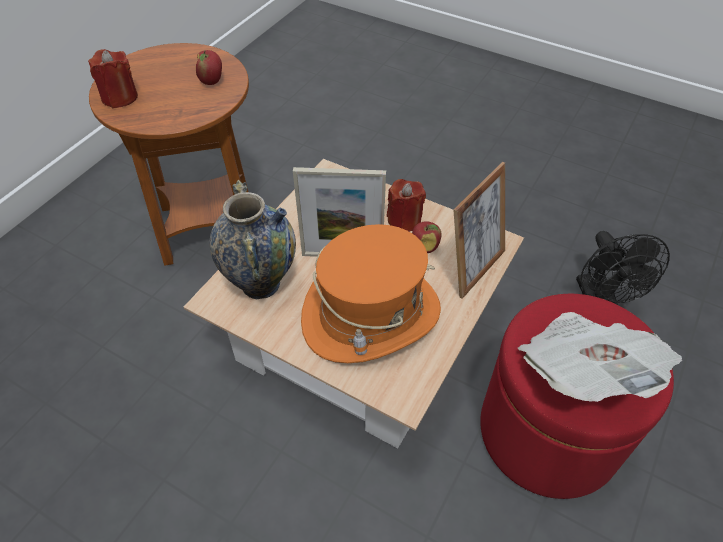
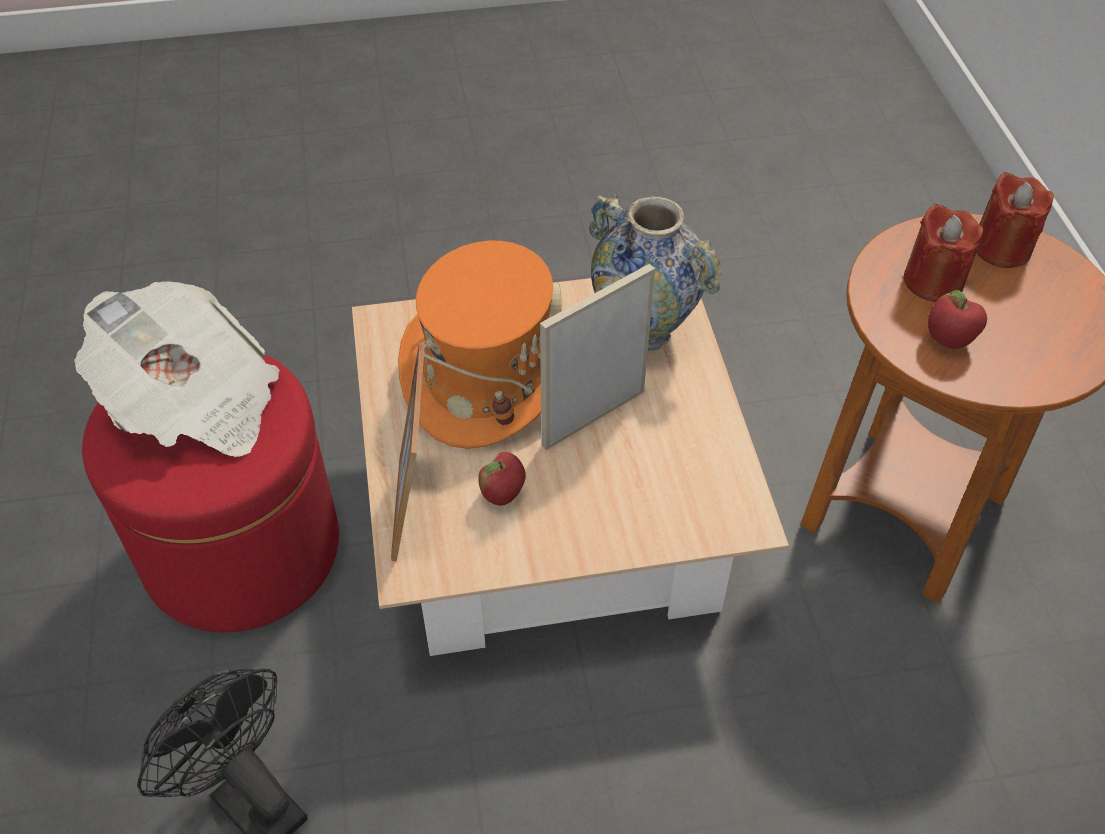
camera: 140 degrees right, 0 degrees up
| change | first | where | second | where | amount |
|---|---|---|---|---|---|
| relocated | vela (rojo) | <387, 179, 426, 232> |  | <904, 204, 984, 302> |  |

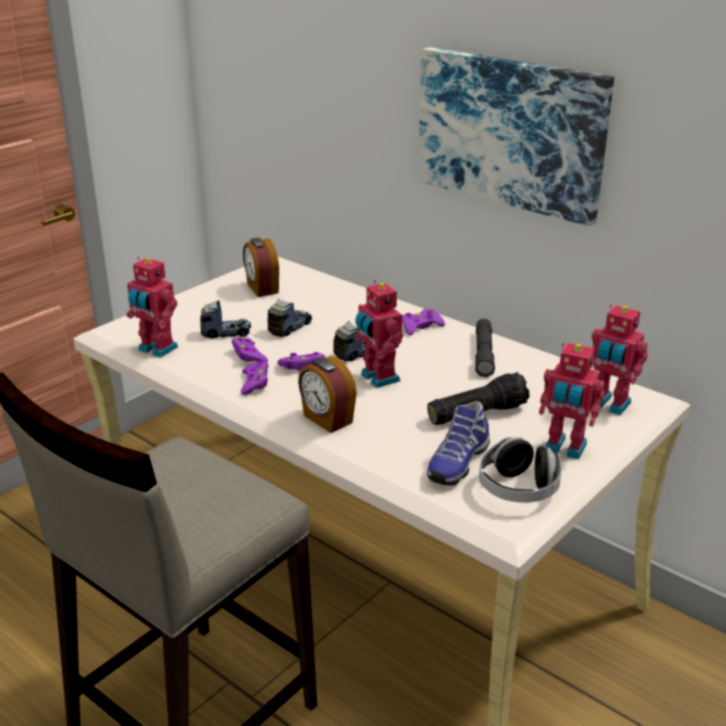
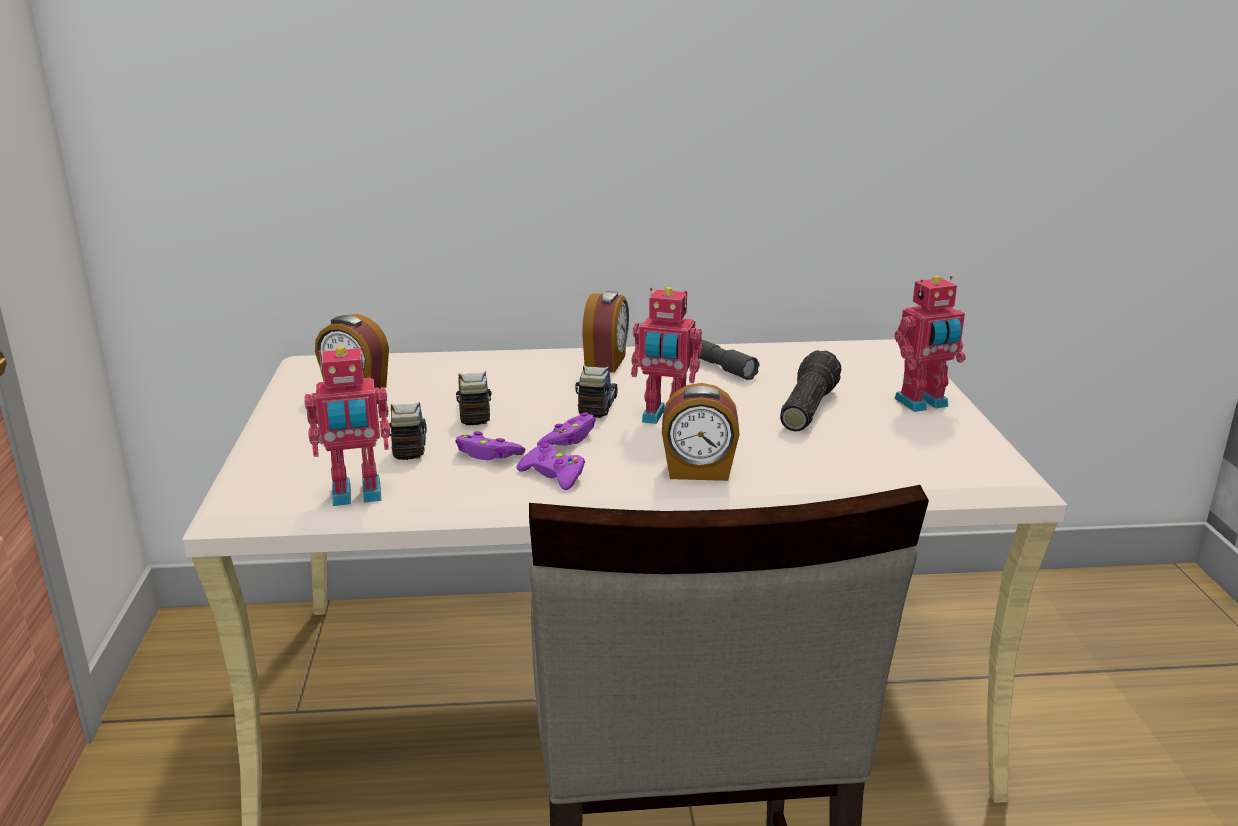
camera: 45 degrees left, 5 degrees down
| change | first | where | second | where | amount |
|---|---|---|---|---|---|
| spun | camión de juguete | <200, 300, 251, 338> |  | <389, 402, 427, 460> | 45 degrees counterclockwise |
| exchanged | mando de consola (morado) | <402, 308, 445, 335> | despertador | <582, 291, 629, 373> |  |
| missing | cuadro | <418, 47, 614, 226> |  |  |  |
| missing | zapato | <427, 402, 490, 486> |  |  |  |
| missing | auriculares | <479, 437, 562, 503> |  |  |  |
| missing | robot de juguete | <592, 304, 648, 415> |  |  |  |

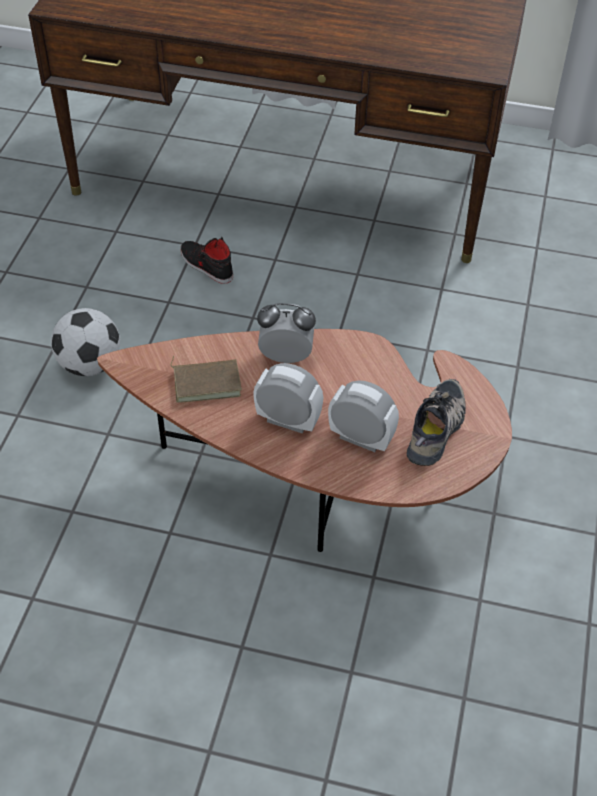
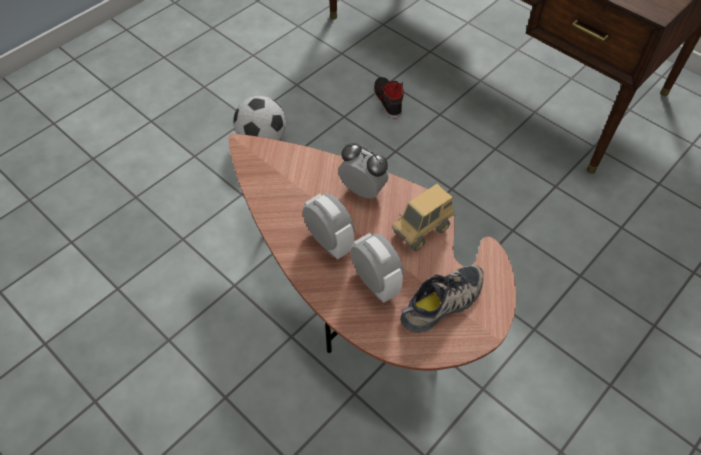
camera: 30 degrees right, 5 degrees up
| change | first | where | second | where | amount |
|---|---|---|---|---|---|
| missing | libro (marrón) | <171, 356, 242, 403> |  |  |  |
| appeared |  |  | camión de juguete | <392, 184, 455, 251> |  |

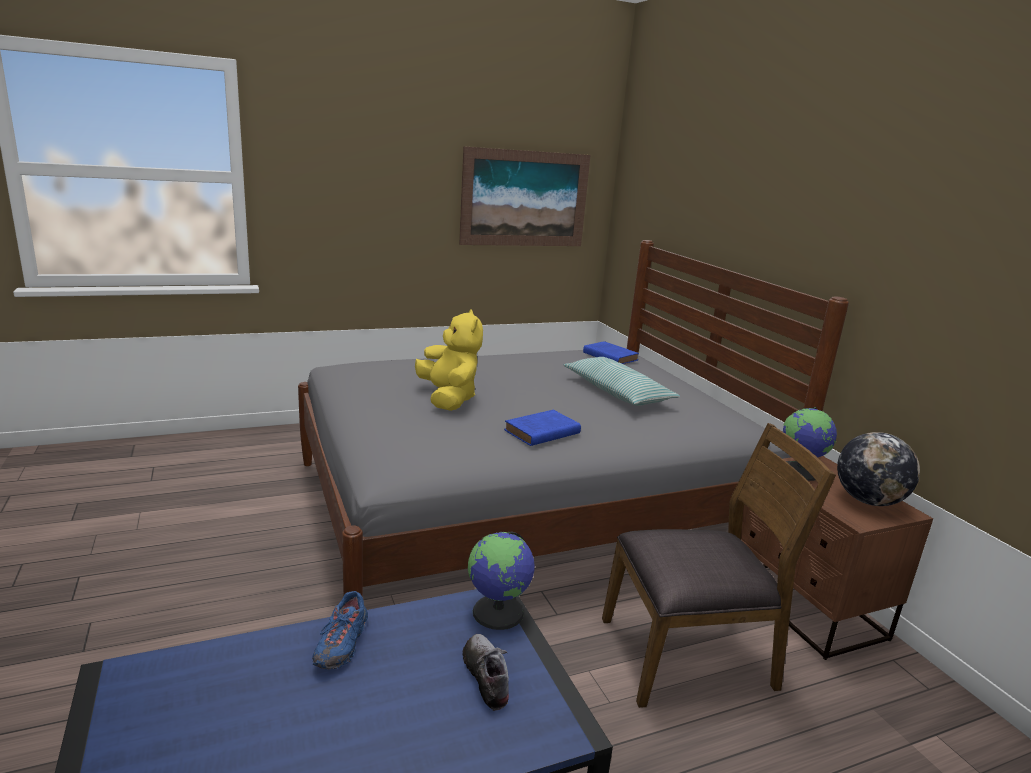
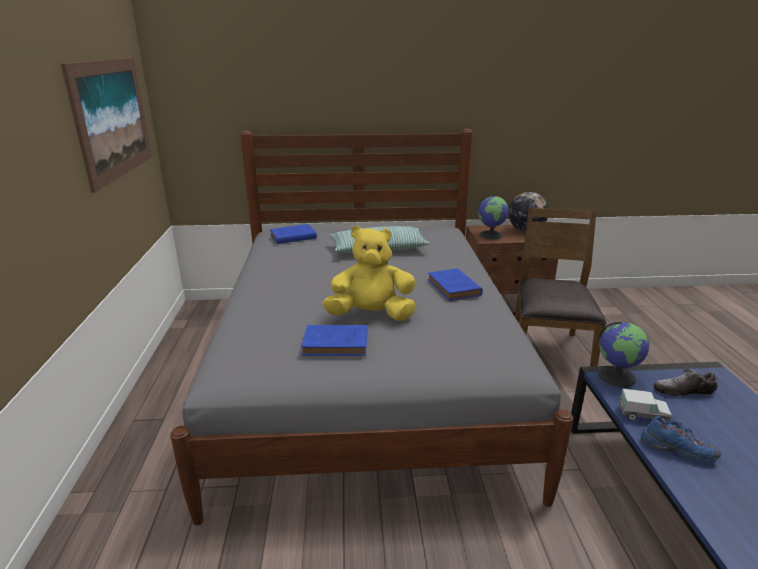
camera: 70 degrees left, 5 degrees up
| change | first | where | second | where | amount |
|---|---|---|---|---|---|
| appeared |  |  | libro (azul) | <301, 325, 367, 356> |  |
| appeared |  |  | camión de juguete | <619, 388, 672, 421> |  |

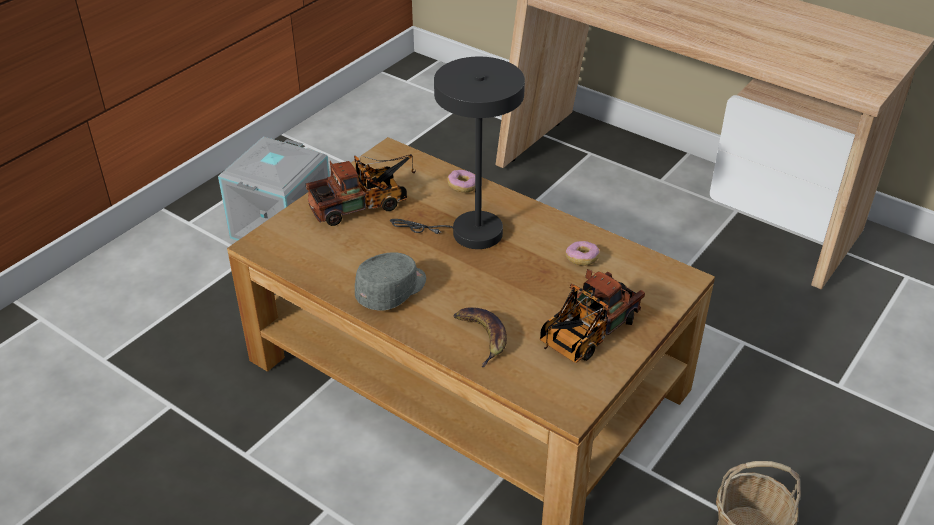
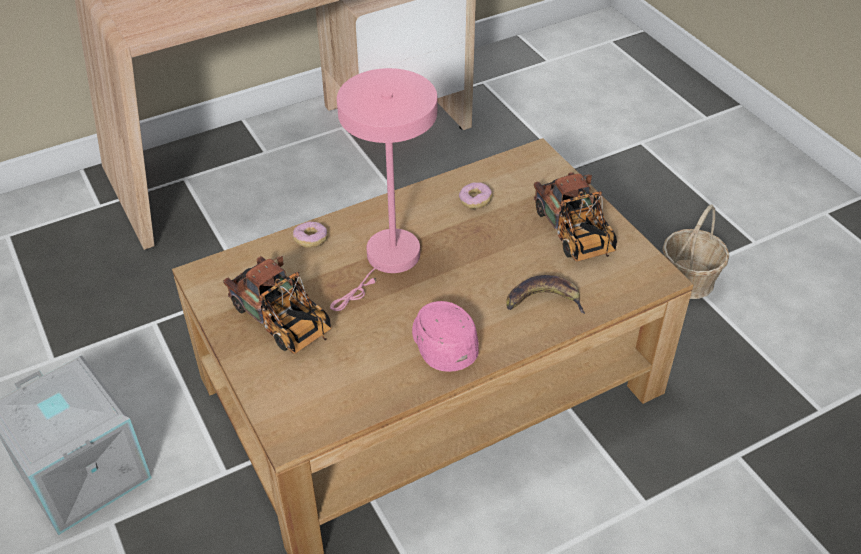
camera: 65 degrees left, 5 degrees up
| change | first | where | second | where | amount |
|---|---|---|---|---|---|
| spun | camión de juguete | <306, 154, 416, 226> |  | <224, 256, 332, 354> | 135 degrees clockwise |
| colour | gorra (gris) | <355, 252, 426, 311> | gorra (rosa) | <412, 301, 479, 372> |  |
| colour | lámpara de mesa (gris) | <390, 57, 525, 249> | lámpara de mesa (rosa) | <330, 68, 437, 311> |  |

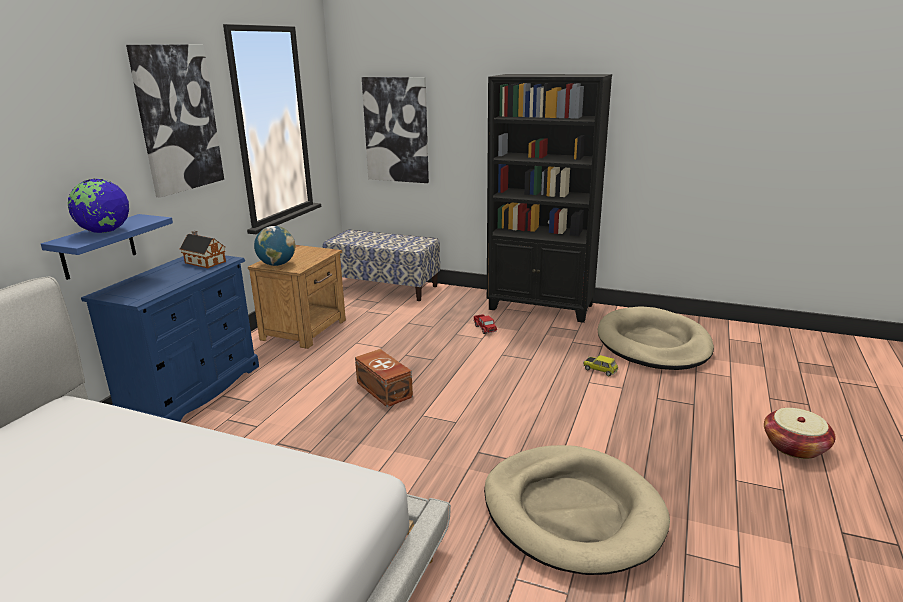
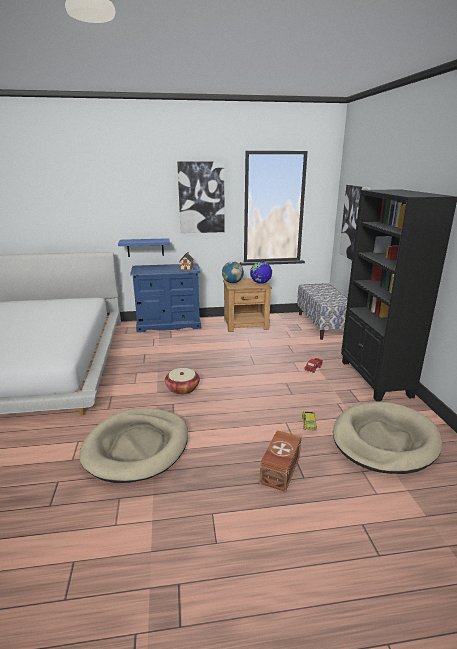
camera: 60 degrees right, 0 degrees up
| change | first | where | second | where | amount |
|---|---|---|---|---|---|
| relocated | globo terráqueo | <68, 179, 129, 233> |  | <250, 262, 272, 284> |  |
| relocated | caja de almacenaje (marrón) | <355, 349, 413, 407> |  | <259, 430, 301, 492> |  |
| relocated | cesta | <764, 408, 835, 459> |  | <165, 368, 200, 395> |  |

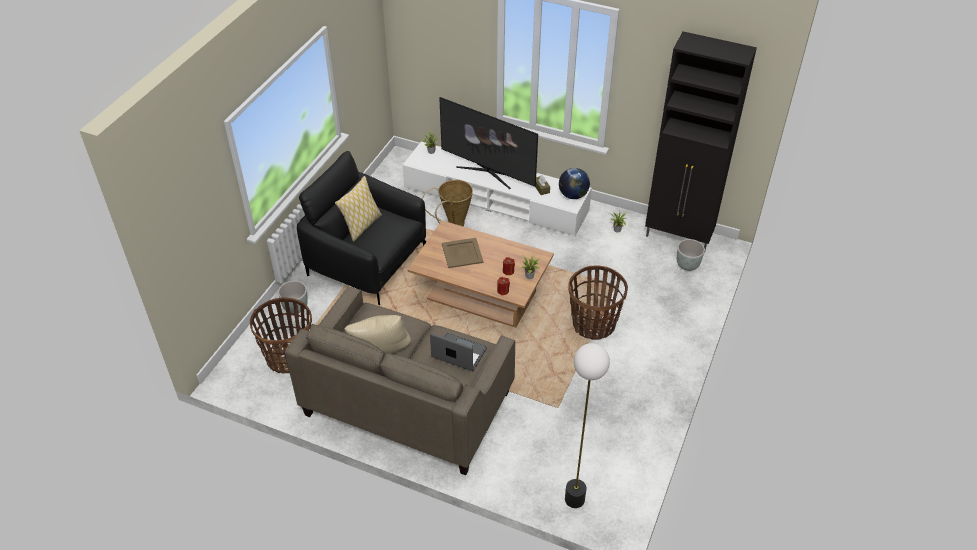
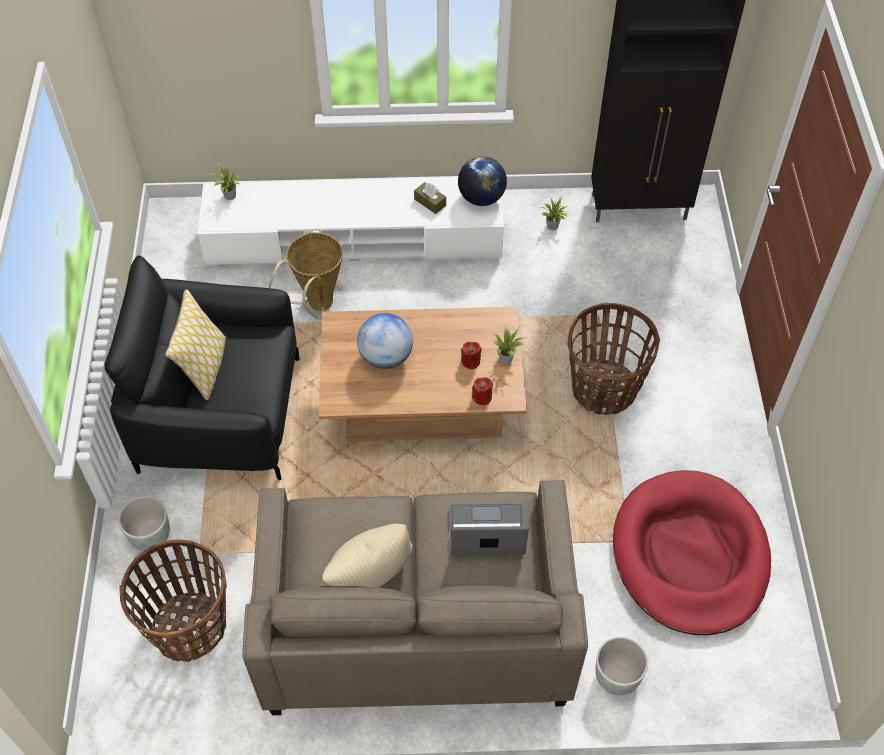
camera: 25 degrees left, 10 degrees up
| change | first | where | second | where | amount |
|---|---|---|---|---|---|
| missing | televisor | <439, 97, 538, 189> |  |  |  |
| exchanged | bandeja (beis) | <442, 238, 484, 268> | globo terráqueo | <357, 313, 413, 369> |  |
| missing | lámpara de pie | <565, 343, 610, 508> |  |  |  |
| relocated | maceta (gris) | <677, 239, 705, 271> |  | <595, 637, 648, 695> |  |
| appeared |  |  | cama para perro (rojo) | <613, 470, 771, 635> |  |

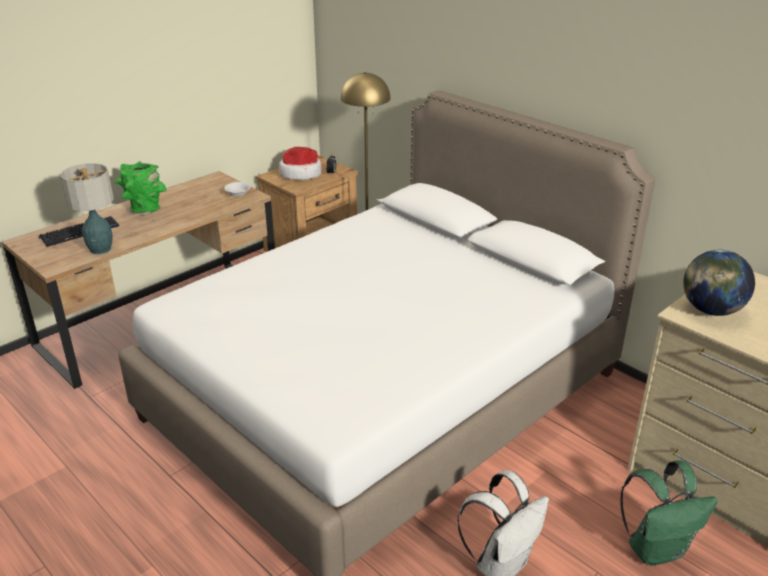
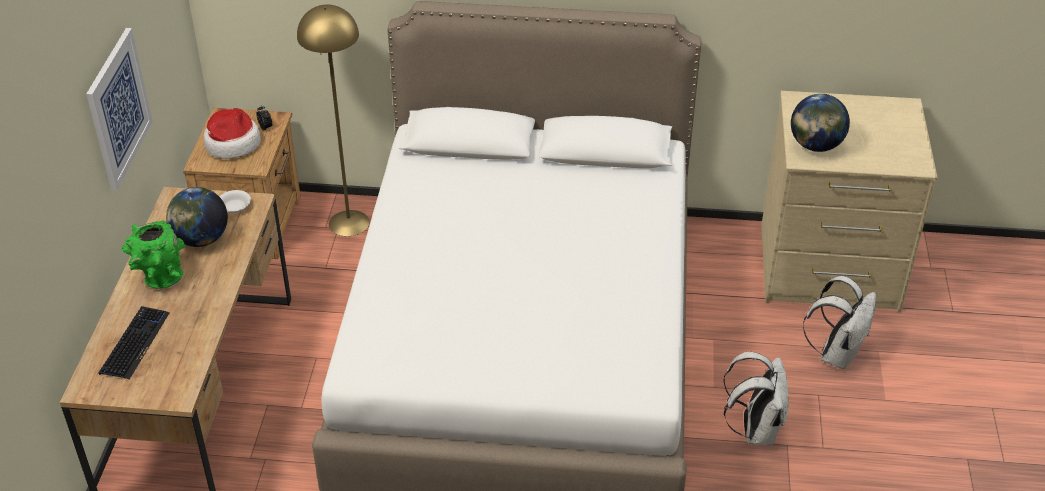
camera: 40 degrees left, 10 degrees up
| change | first | where | second | where | amount |
|---|---|---|---|---|---|
| missing | lámpara de mesa | <60, 163, 114, 254> |  |  |  |
| colour | mochila (verde) | <621, 460, 718, 566> | mochila (blanco) | <803, 276, 876, 369> |  |
| appeared |  |  | cuadro | <86, 28, 153, 191> |  |
| appeared |  |  | globo terráqueo | <166, 187, 228, 247> |  |

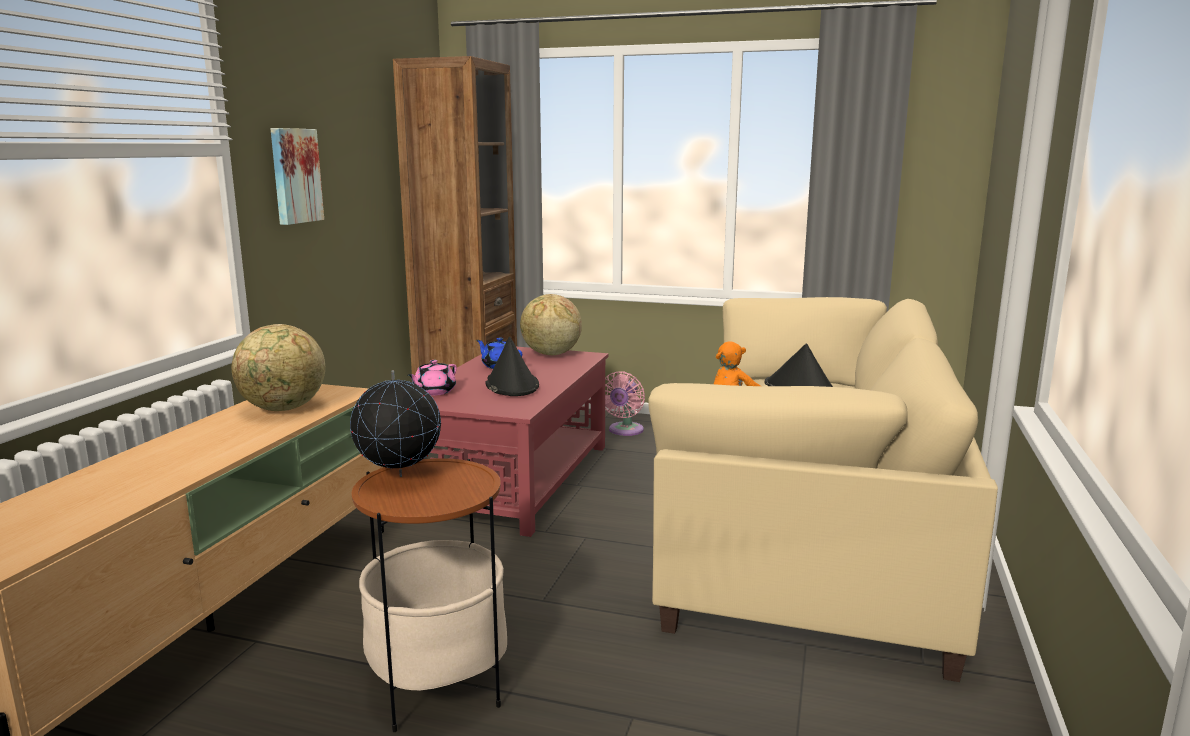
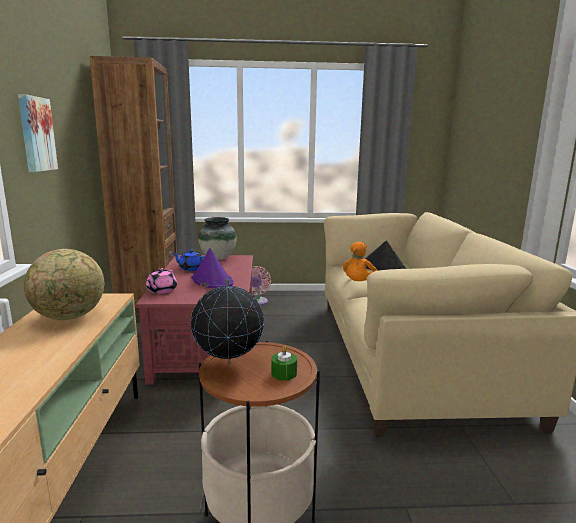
camera: 20 degrees left, 0 degrees up
| change | first | where | second | where | amount |
|---|---|---|---|---|---|
| colour | sombrero (negro) | <485, 337, 539, 396> | sombrero (morado) | <191, 248, 234, 288> |  |
| exchanged | globo terráqueo | <520, 294, 582, 355> | florero | <198, 217, 237, 260> |  |
| appeared |  |  | vela (verde) | <271, 345, 297, 381> |  |

